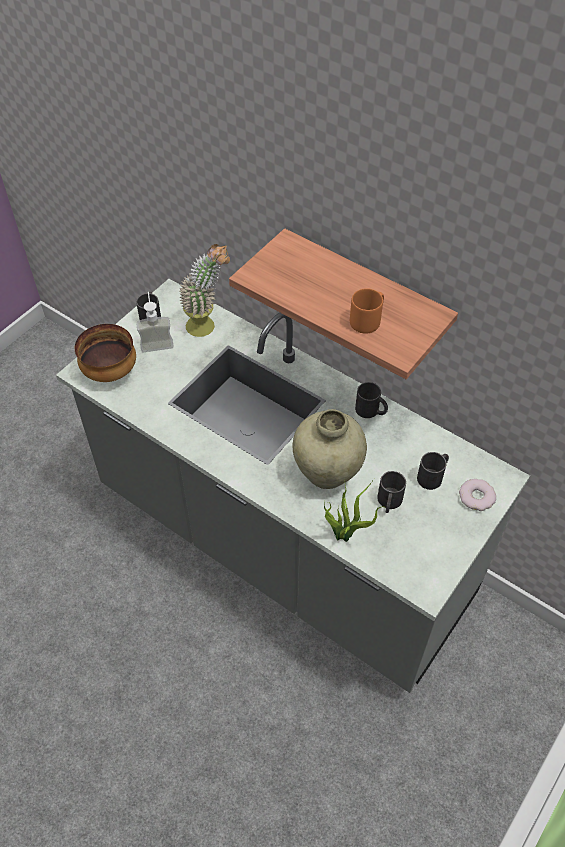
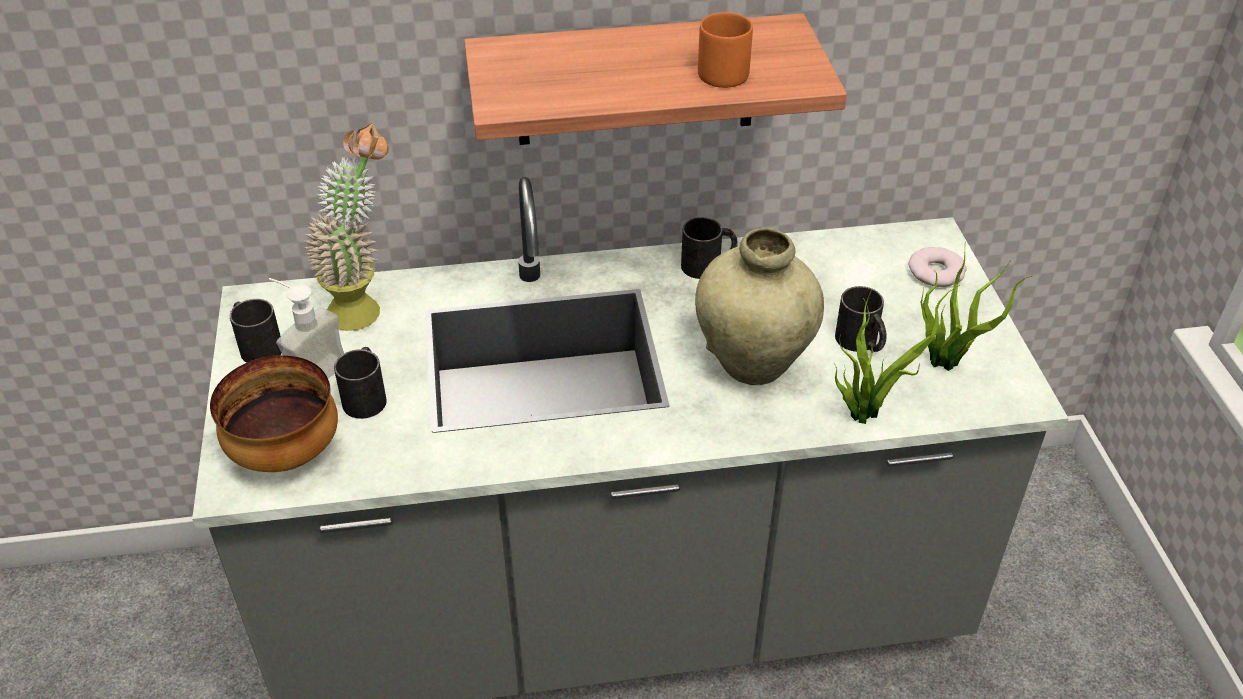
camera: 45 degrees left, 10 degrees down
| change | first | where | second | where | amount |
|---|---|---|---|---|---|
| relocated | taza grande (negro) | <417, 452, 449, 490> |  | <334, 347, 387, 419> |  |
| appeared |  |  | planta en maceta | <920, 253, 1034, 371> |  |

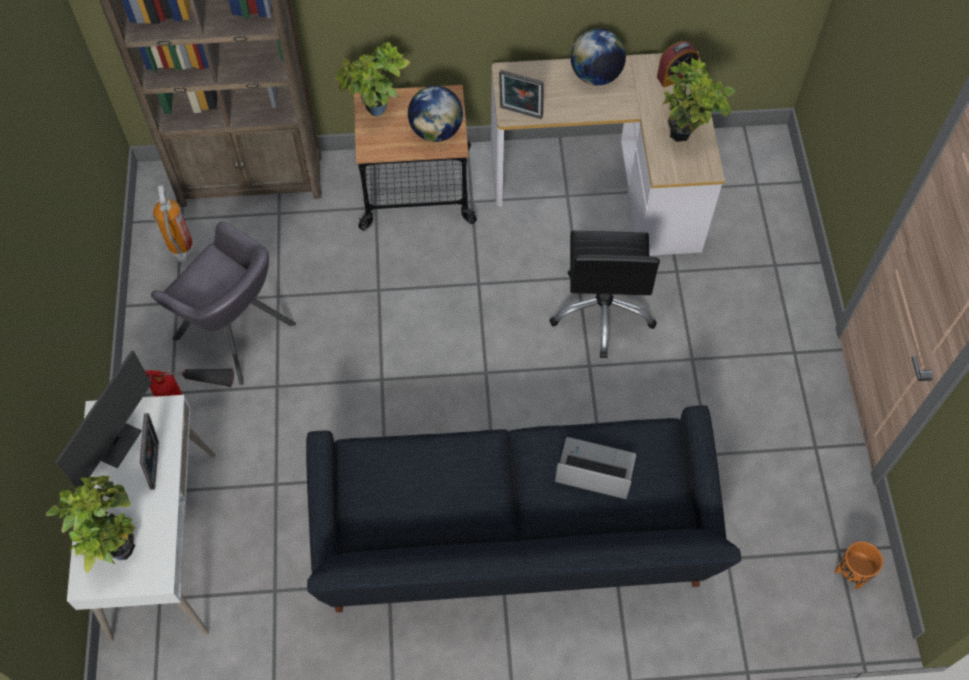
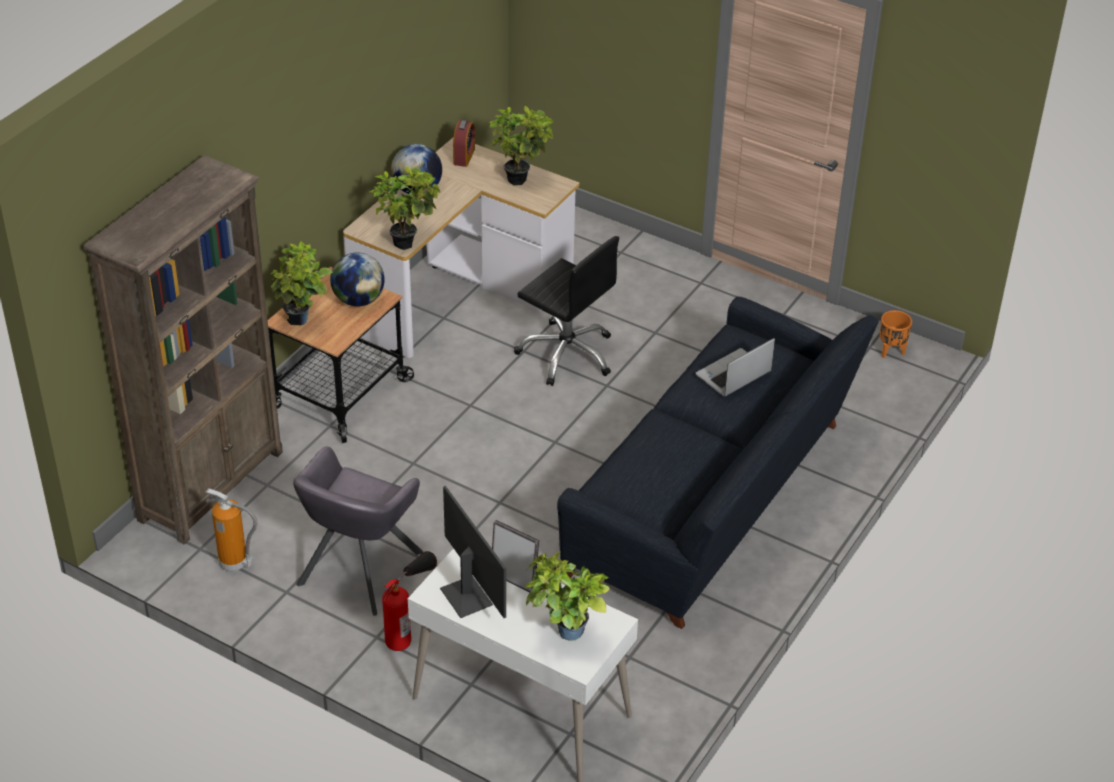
camera: 55 degrees left, 20 degrees down
| change | first | where | second | where | amount |
|---|---|---|---|---|---|
| spun | sillón (gris) | <151, 222, 296, 385> |  | <293, 446, 423, 616> | 135 degrees clockwise |
| exchanged | portarretratos | <499, 70, 544, 119> | planta en maceta | <368, 166, 440, 250> |  |

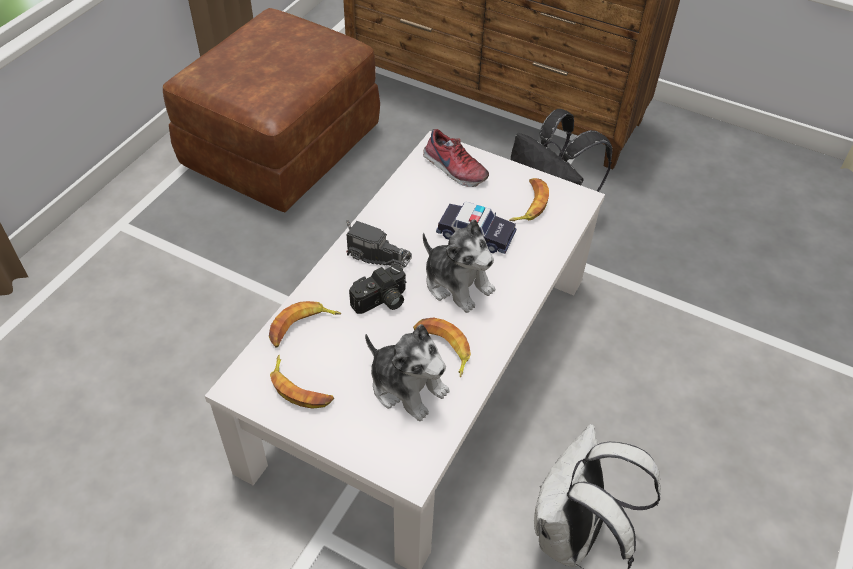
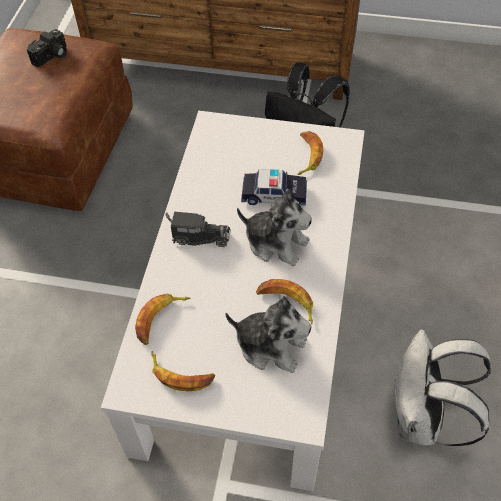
camera: 15 degrees left, 5 degrees up
| change | first | where | second | where | amount |
|---|---|---|---|---|---|
| relocated | cámara | <349, 265, 406, 314> |  | <27, 29, 67, 67> |  |
| missing | zapato | <423, 129, 489, 187> |  |  |  |

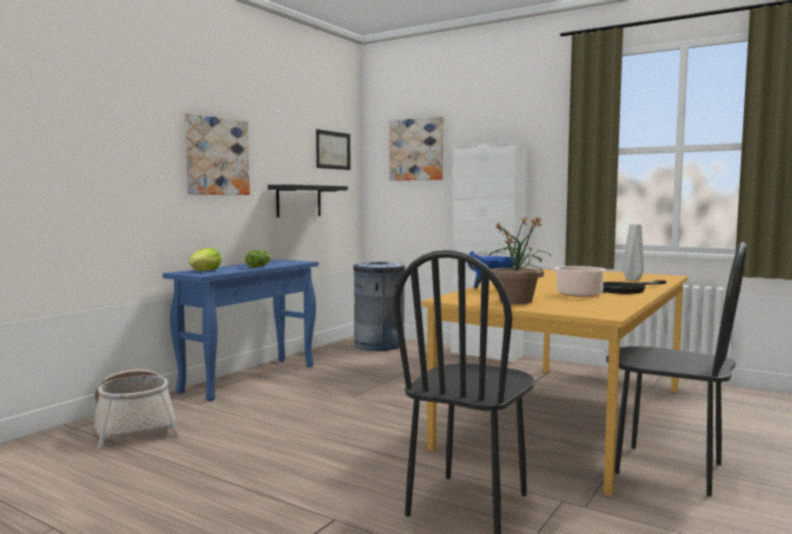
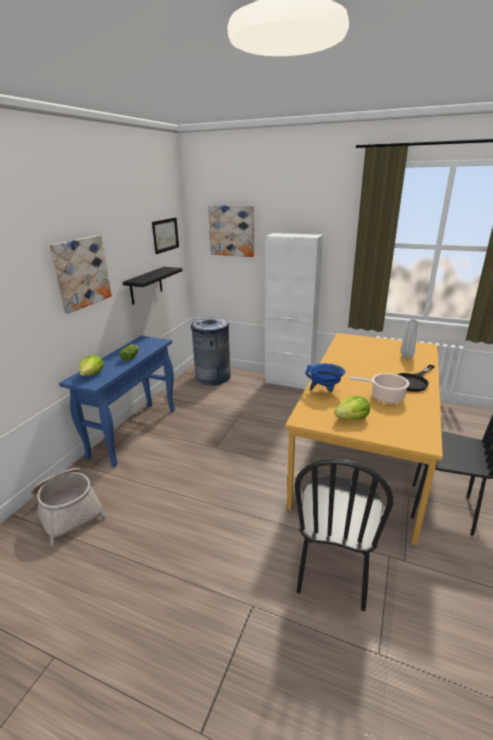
camera: 10 degrees left, 20 degrees up
| change | first | where | second | where | amount |
|---|---|---|---|---|---|
| exchanged | planta en maceta | <488, 216, 551, 304> | lechuga | <334, 396, 370, 420> |  |

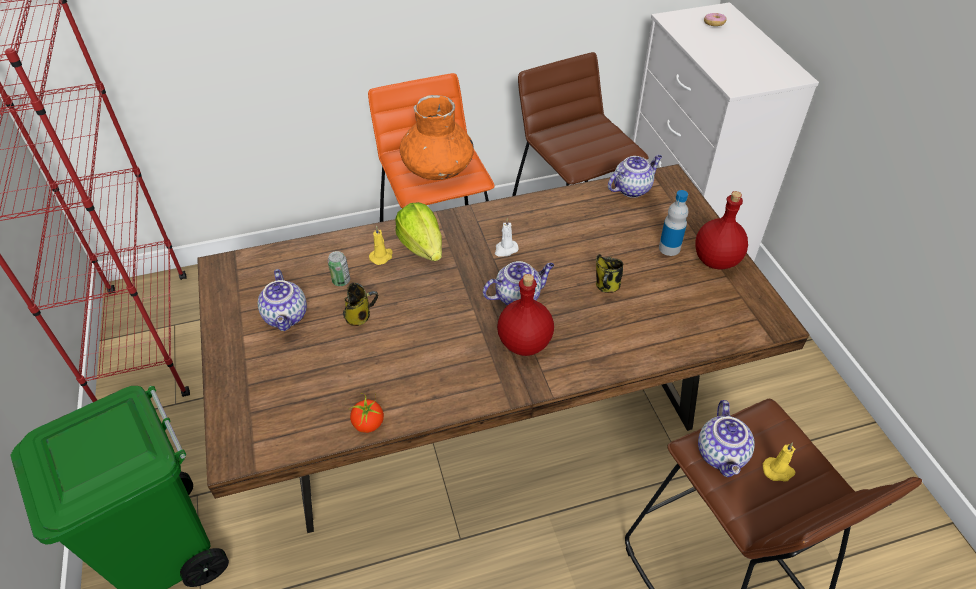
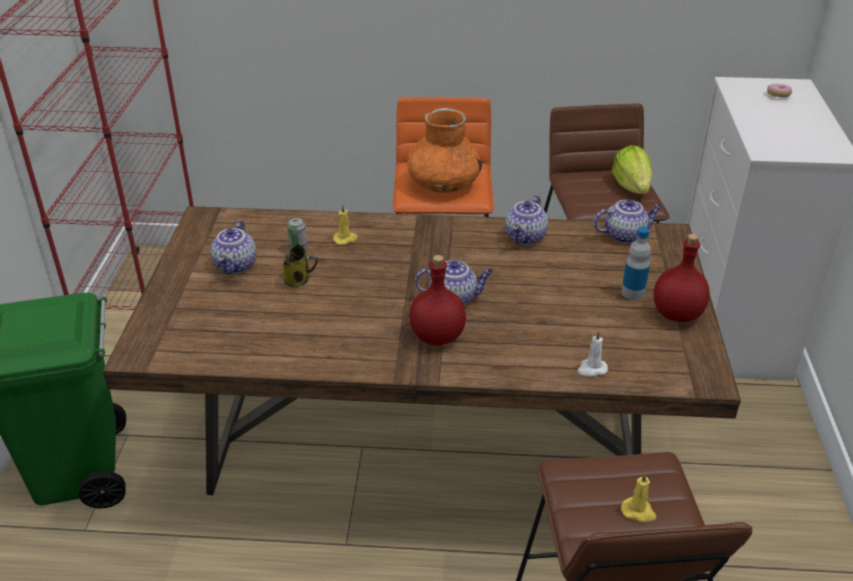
camera: 20 degrees right, 10 degrees down
| change | first | where | second | where | amount |
|---|---|---|---|---|---|
| missing | tomate | <350, 393, 384, 433> |  |  |  |
| relocated | lechuga | <395, 202, 442, 261> |  | <612, 145, 653, 194> |  |
| relocated | vela (blanco) | <495, 218, 519, 257> |  | <577, 330, 608, 377> |  |
| missing | taza grande | <596, 254, 623, 293> |  |  |  |
| relocated | tetera | <698, 400, 755, 477> |  | <505, 195, 548, 245> |  |

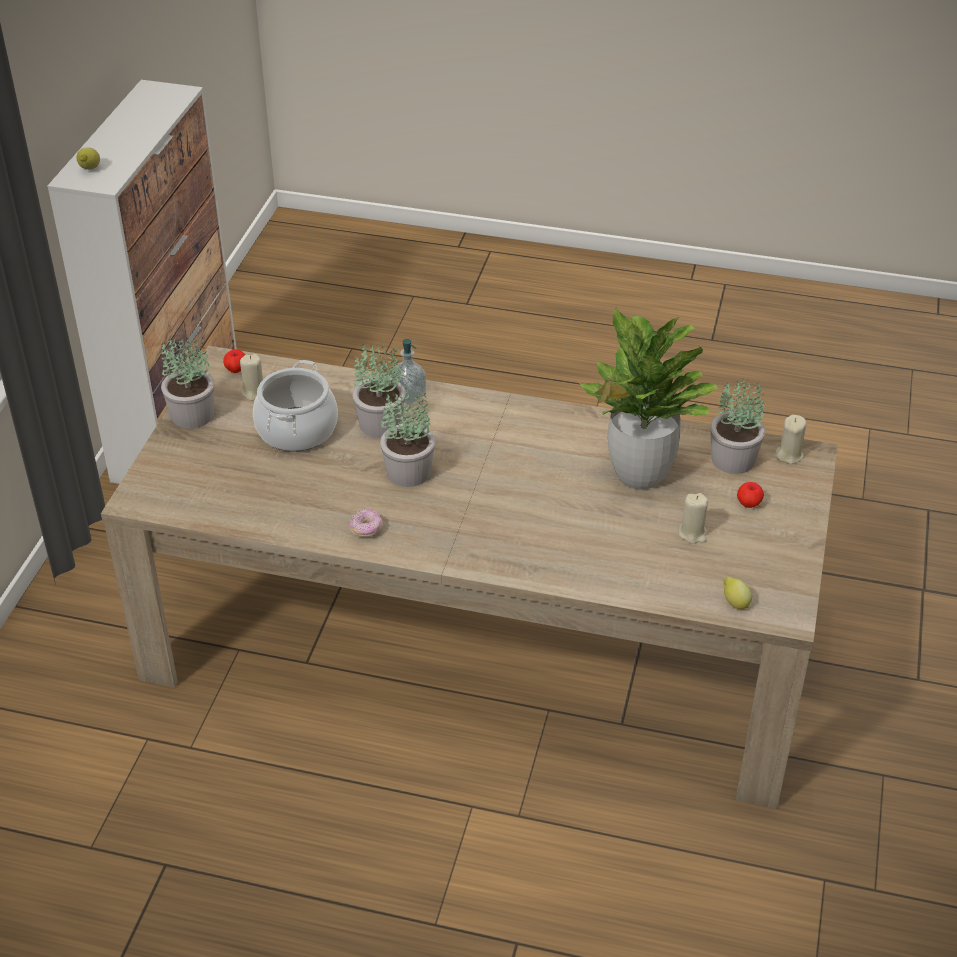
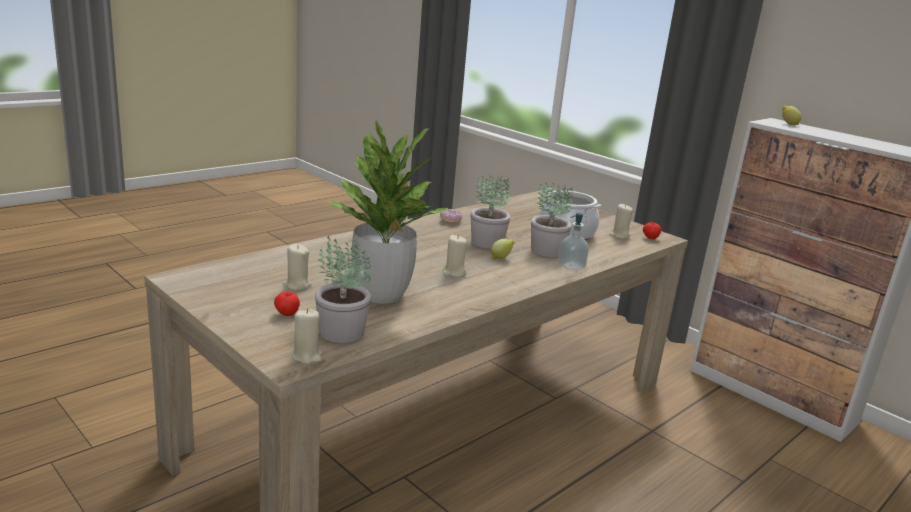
camera: 120 degrees right, 20 degrees down
| change | first | where | second | where | amount |
|---|---|---|---|---|---|
| missing | planta en maceta | <161, 337, 214, 429> |  |  |  |
| relocated | limón | <724, 576, 752, 609> |  | <491, 239, 514, 259> |  |
| appeared |  |  | vela (beis) | <442, 235, 467, 277> |  |

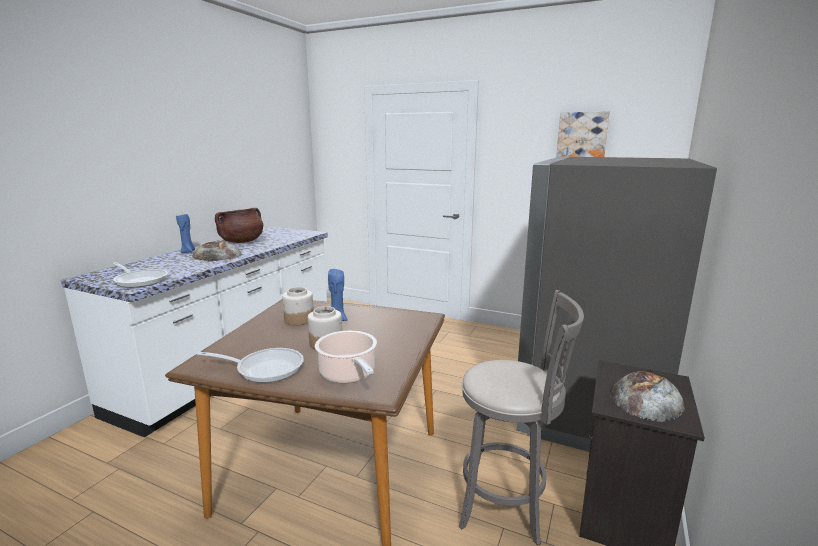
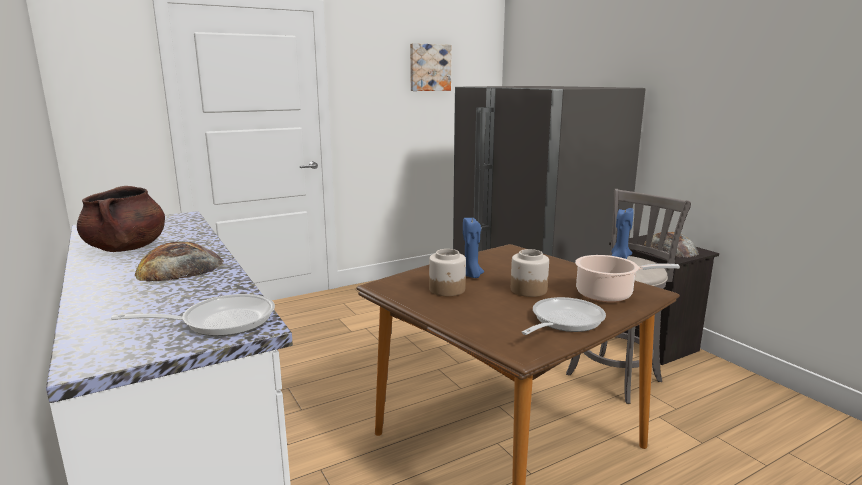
camera: 55 degrees left, 0 degrees up
| change | first | where | second | where | amount |
|---|---|---|---|---|---|
| relocated | vela (azul) | <176, 214, 195, 253> |  | <611, 208, 634, 259> |  |

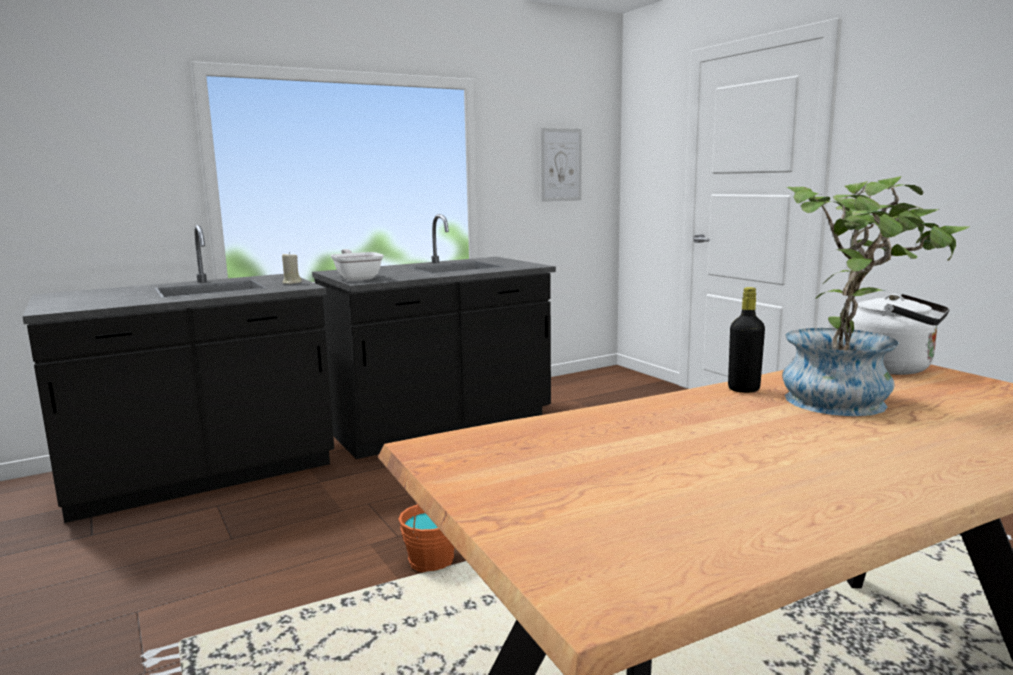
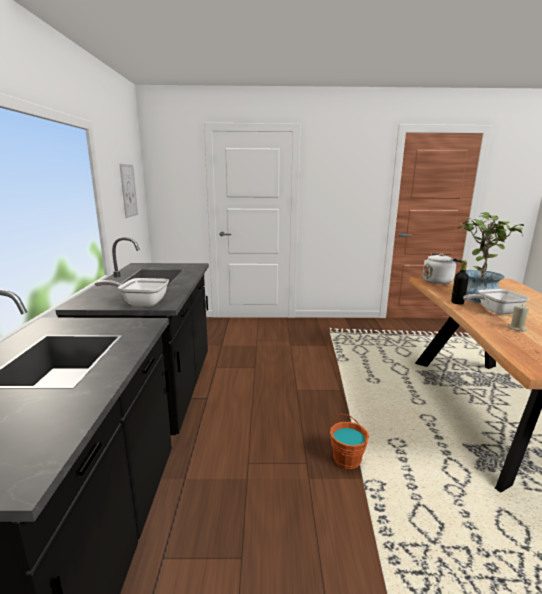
camera: 60 degrees left, 5 degrees up
| change | first | where | second | where | amount |
|---|---|---|---|---|---|
| relocated | vela (beis) | <282, 252, 302, 284> |  | <508, 304, 529, 332> |  |
| appeared |  |  | sartén | <463, 289, 530, 315> |  |

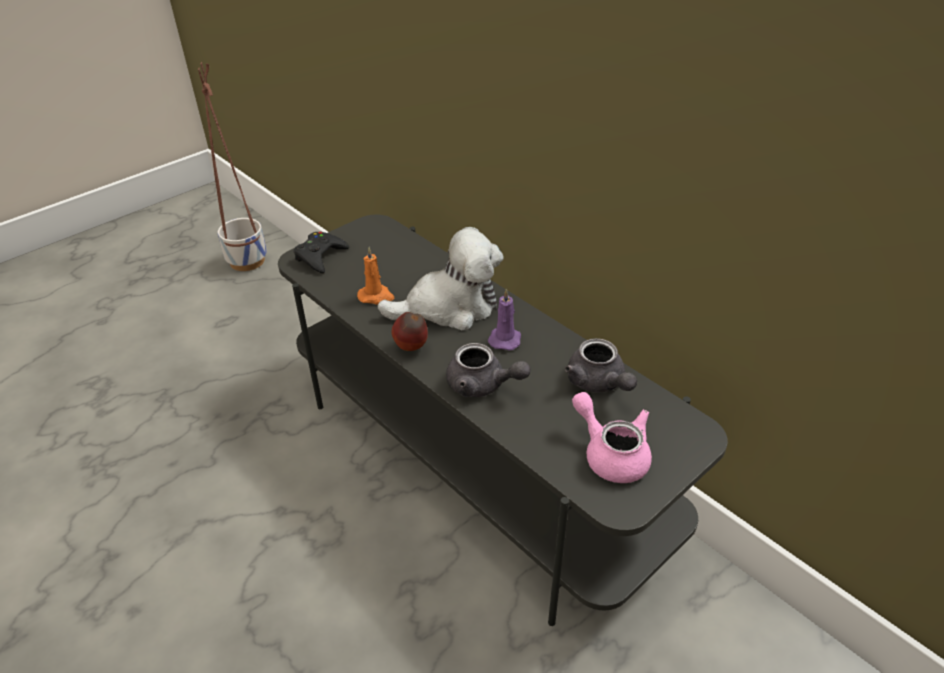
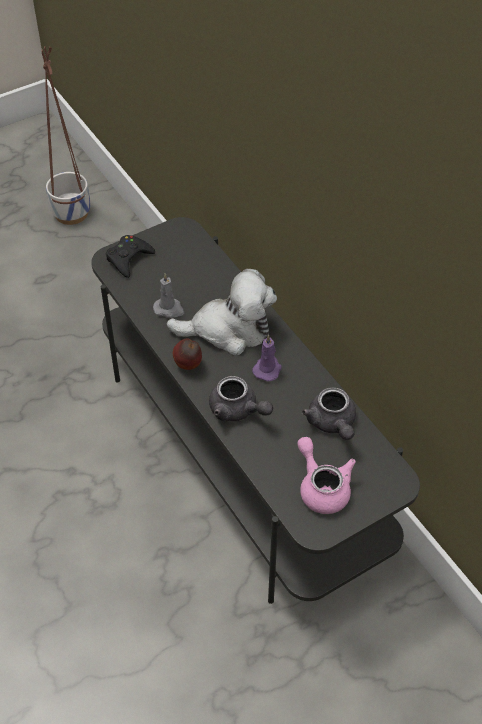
camera: 10 degrees right, 10 degrees up
| change | first | where | second | where | amount |
|---|---|---|---|---|---|
| colour | vela (naranja) | <357, 247, 394, 304> | vela (gris) | <153, 273, 184, 318> |  |

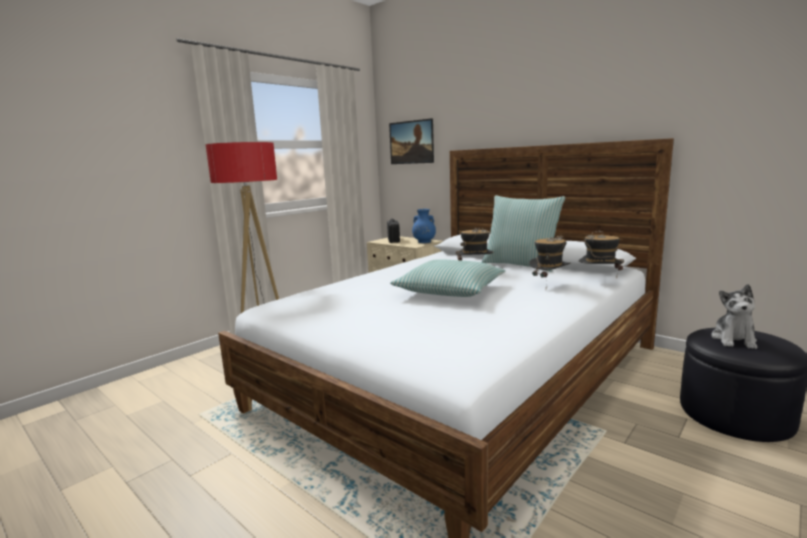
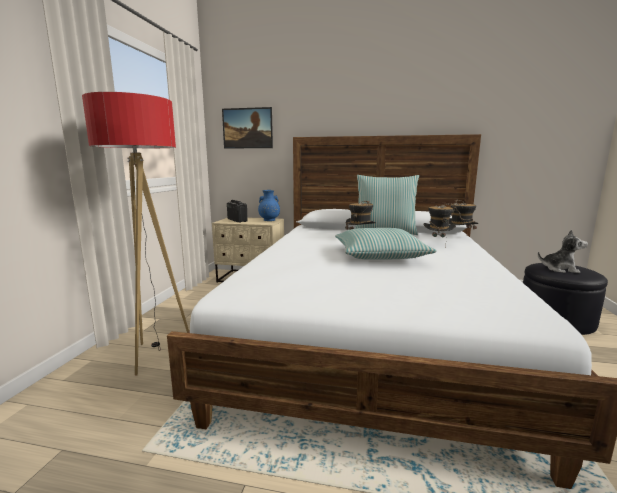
camera: 30 degrees left, 0 degrees up
| change | first | where | second | where | amount |
|---|---|---|---|---|---|
| spun | peluche | <711, 284, 757, 349> |  | <538, 230, 588, 273> | 60 degrees counterclockwise |

